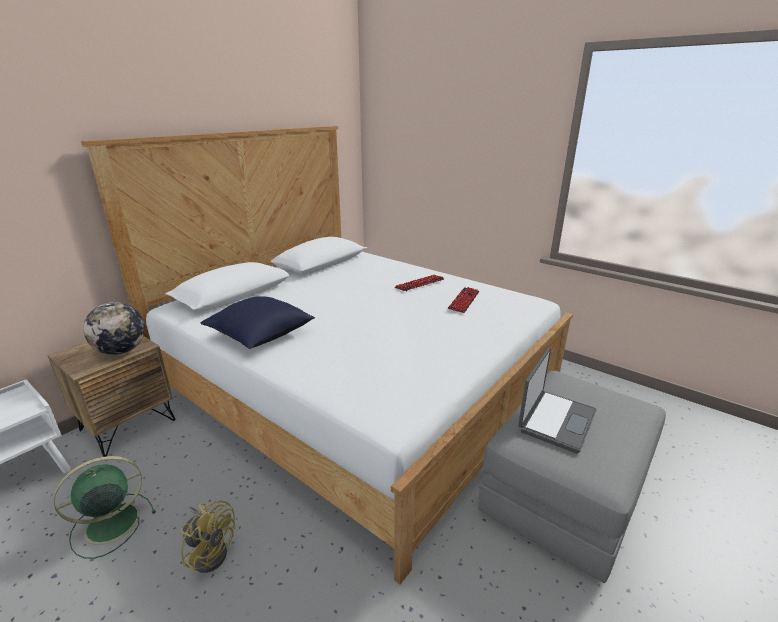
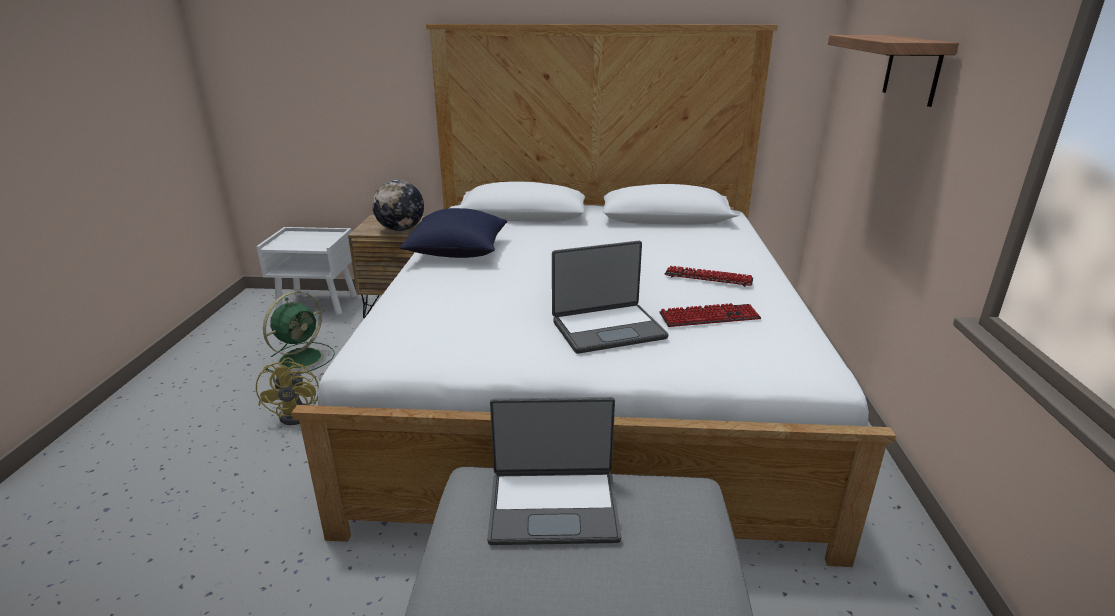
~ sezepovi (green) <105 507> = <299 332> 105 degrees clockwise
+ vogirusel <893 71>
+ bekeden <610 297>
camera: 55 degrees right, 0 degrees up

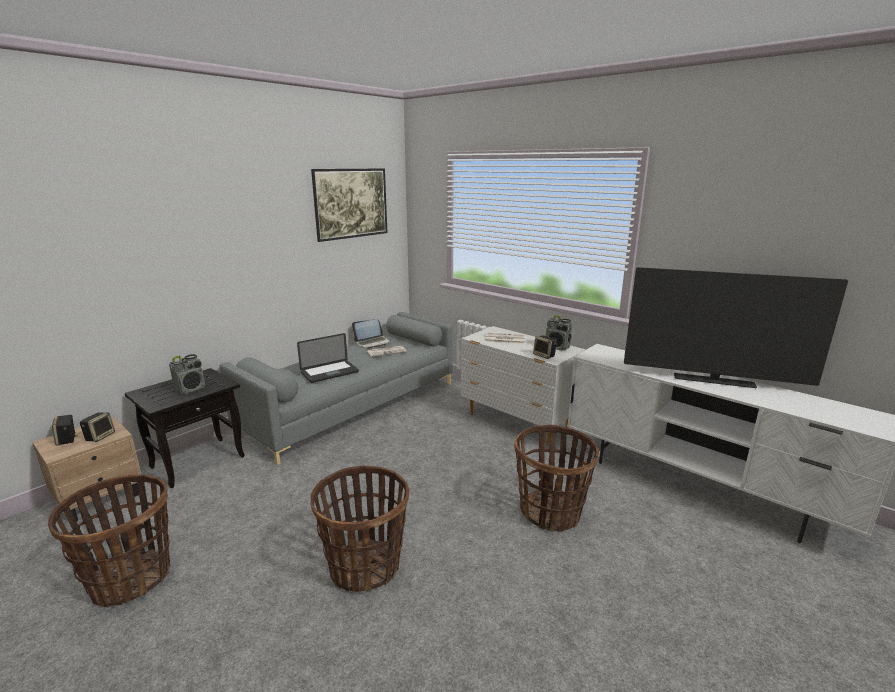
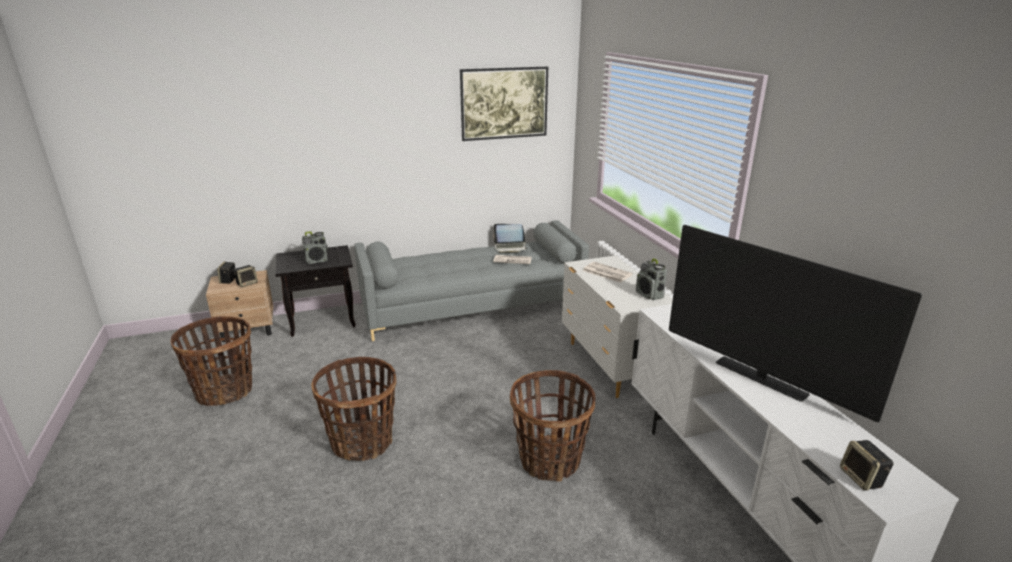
- bekeden <328 358>
~ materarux <545 347> to <866 465>
camera: 30 degrees right, 5 degrees up

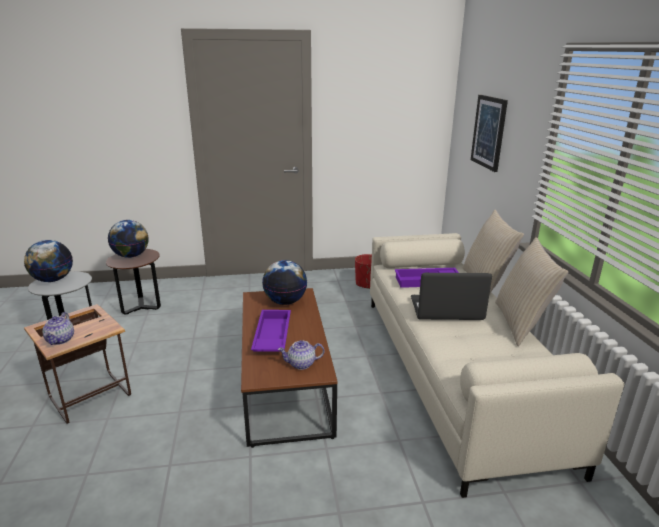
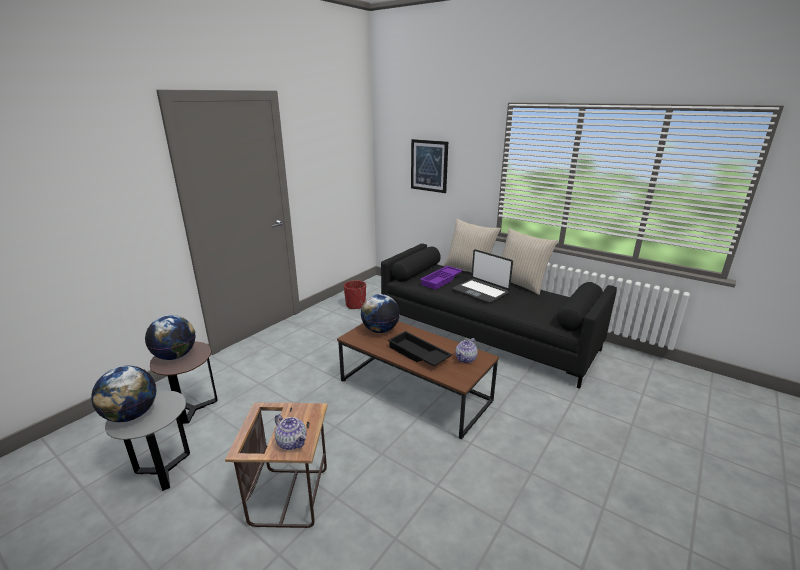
~ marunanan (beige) <497 365> to marunanan (black) <499 316>
~ bekeden <451 296> = <482 276> 90 degrees counterclockwise
~ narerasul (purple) <271 331> to narerasul (black) <420 348>
camera: 45 degrees left, 0 degrees up

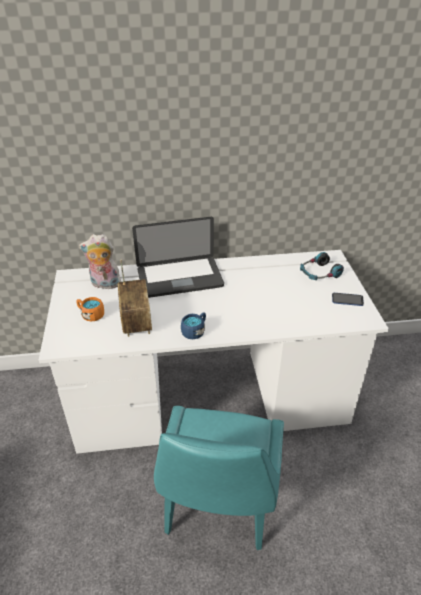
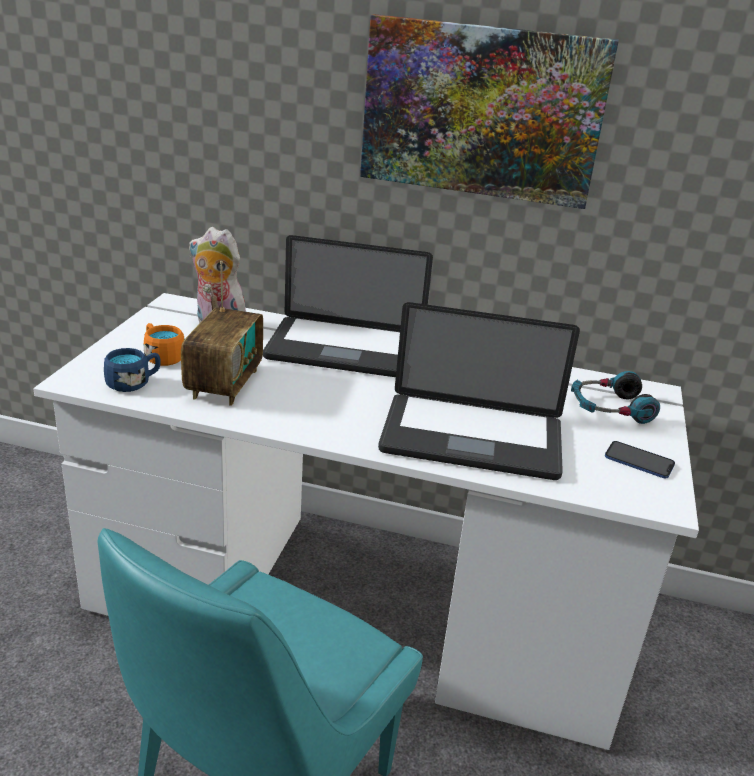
~ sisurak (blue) <193 325> to <132 370>
+ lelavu <489 111>
+ bekeden <479 391>
camera: 20 degrees right, 10 degrees down

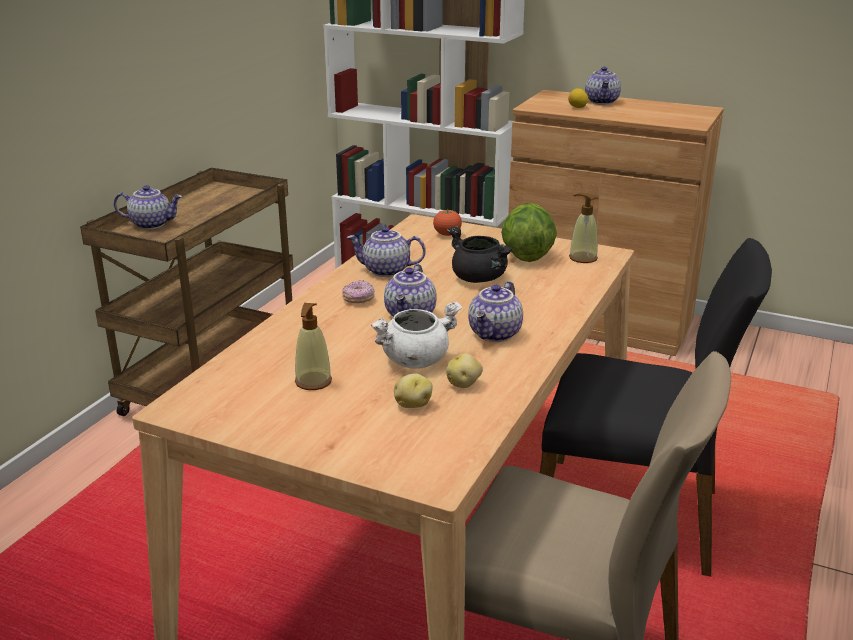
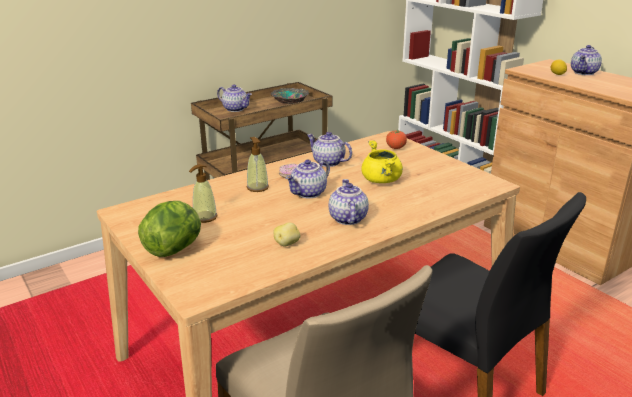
~ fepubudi <583 228> to <258 164>
~ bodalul <529 232> to <169 229>
~ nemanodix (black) <480 254> to nemanodix (yellow) <382 161>
~ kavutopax <495 311> = <349 202> 120 degrees clockwise
- nemanodix (white) <416 335>
- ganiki <413 391>
+ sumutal <289 96>
camera: 30 degrees right, 0 degrees up

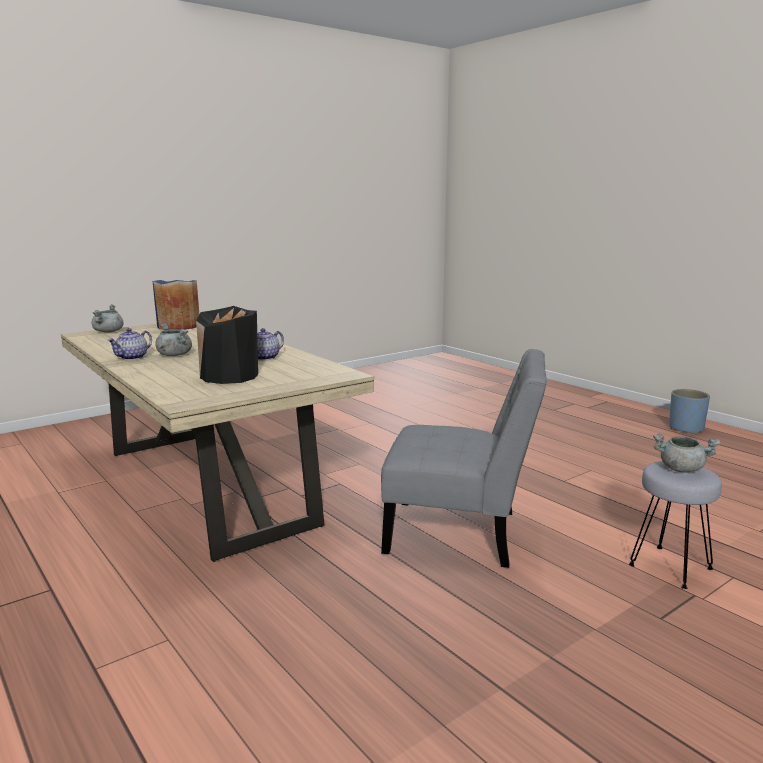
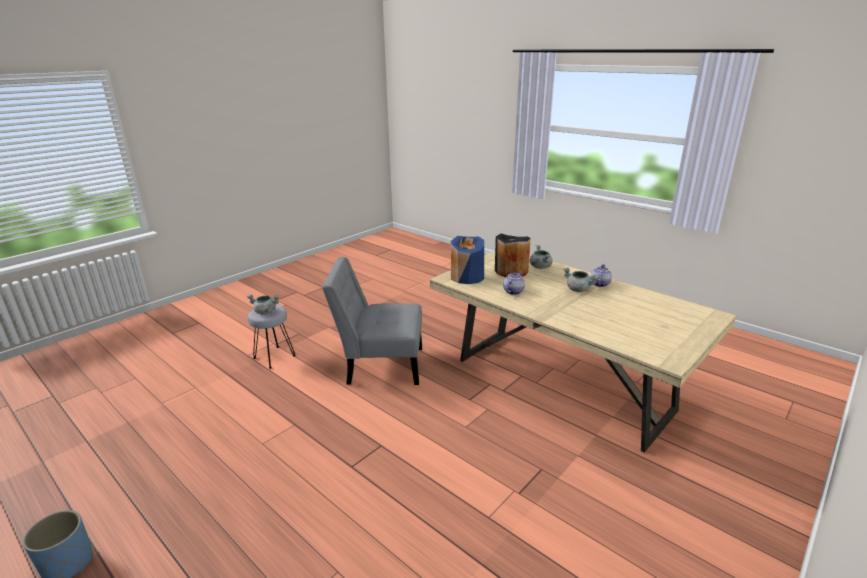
~ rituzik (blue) <175 305> to <467 260>
~ nemanodix (grey) <107 318> to <541 257>
camera: 170 degrees right, 10 degrees up

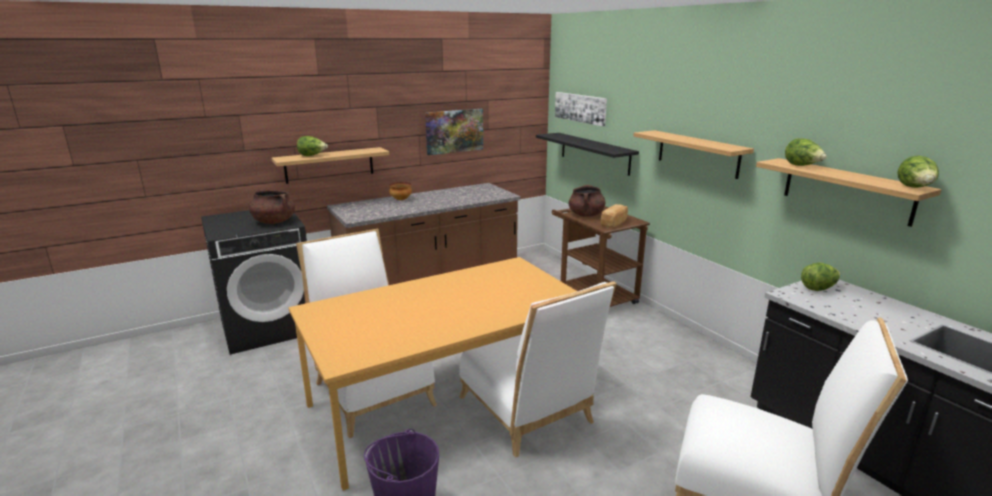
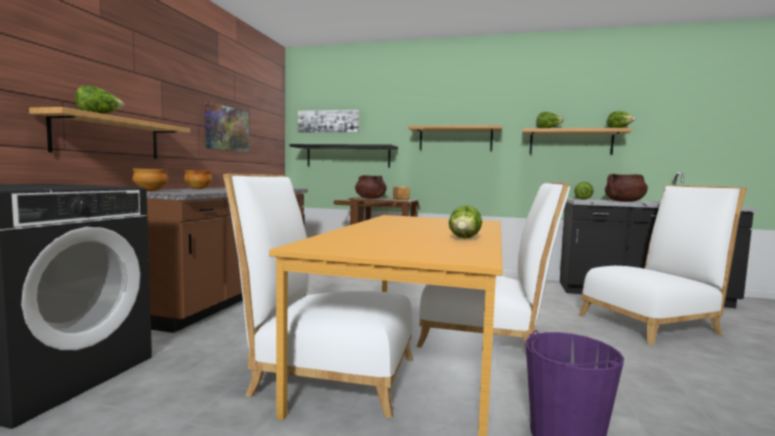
~ nemanodix (brown) <272 206> to <626 188>
+ sumutal <150 179>
+ bodalul <465 221>
camera: 45 degrees left, 15 degrees down

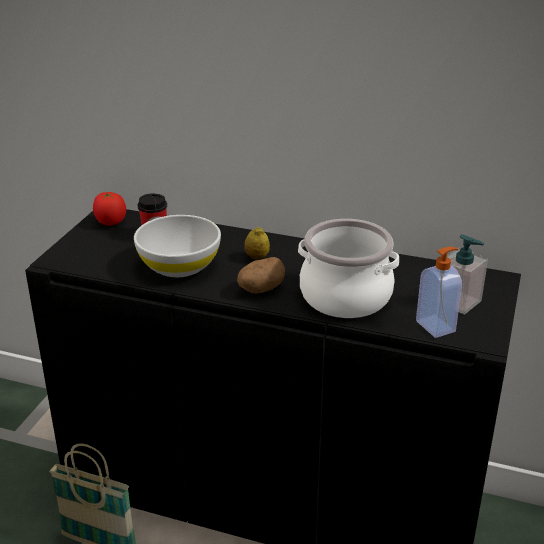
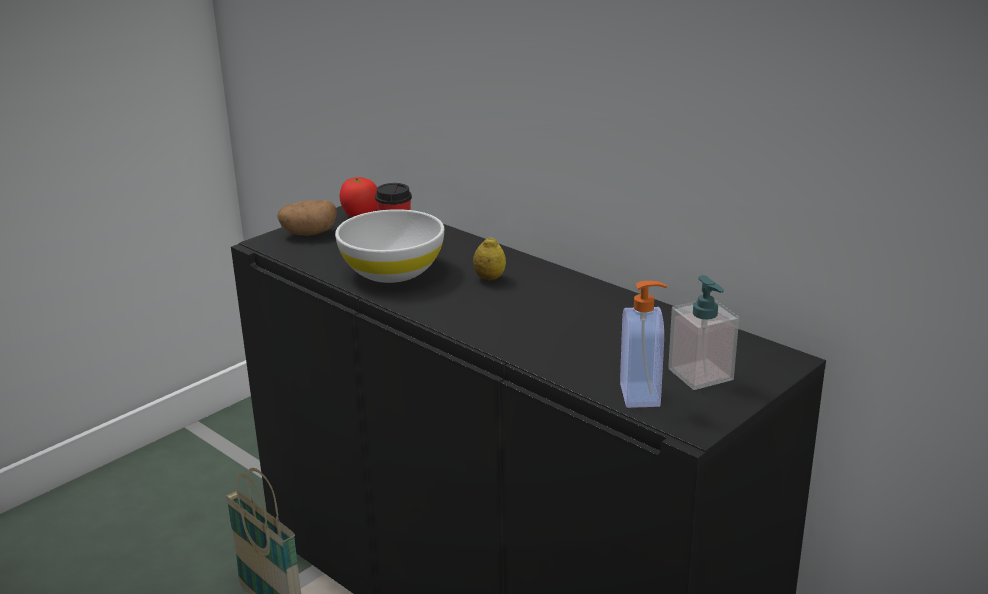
- nemanodix <348 268>
~ ganiki <261 275> to <307 218>
camera: 25 degrees right, 5 degrees down

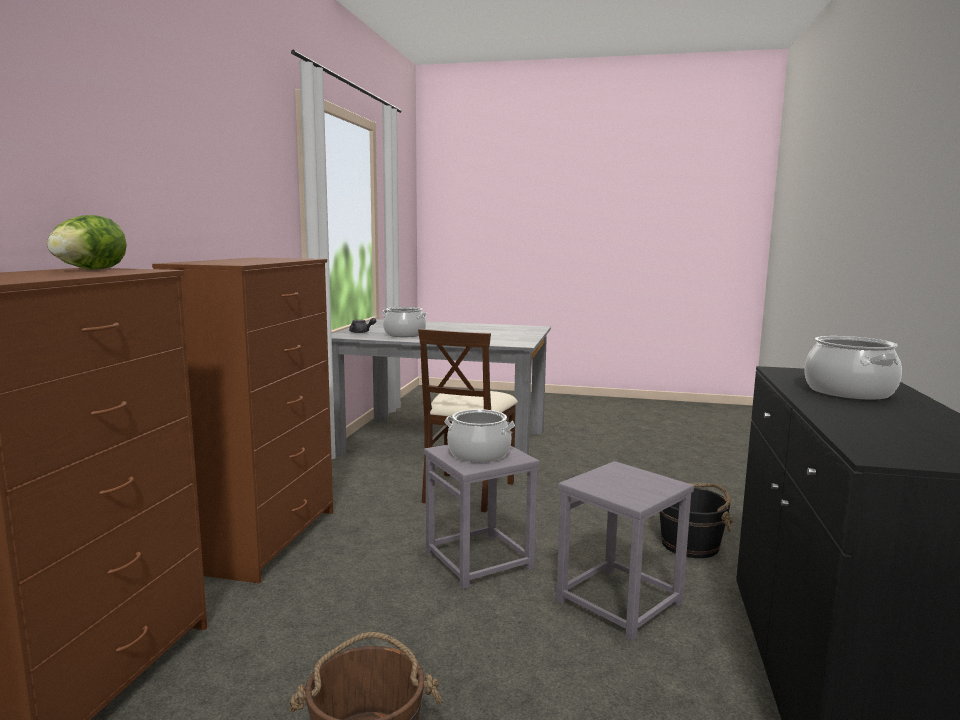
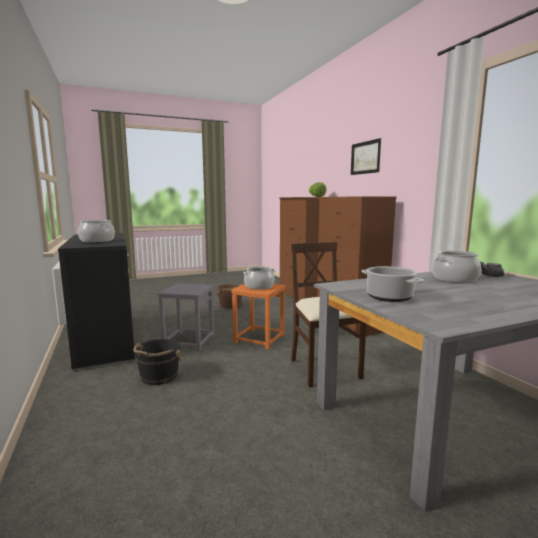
~ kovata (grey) <481 517> to kovata (orange) <258 317>
+ lelavu <366 156>
+ nemanodix <392 284>
camera: 145 degrees right, 0 degrees up

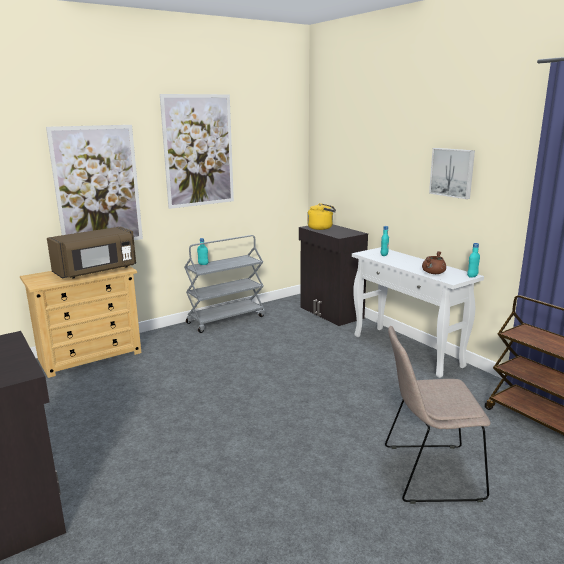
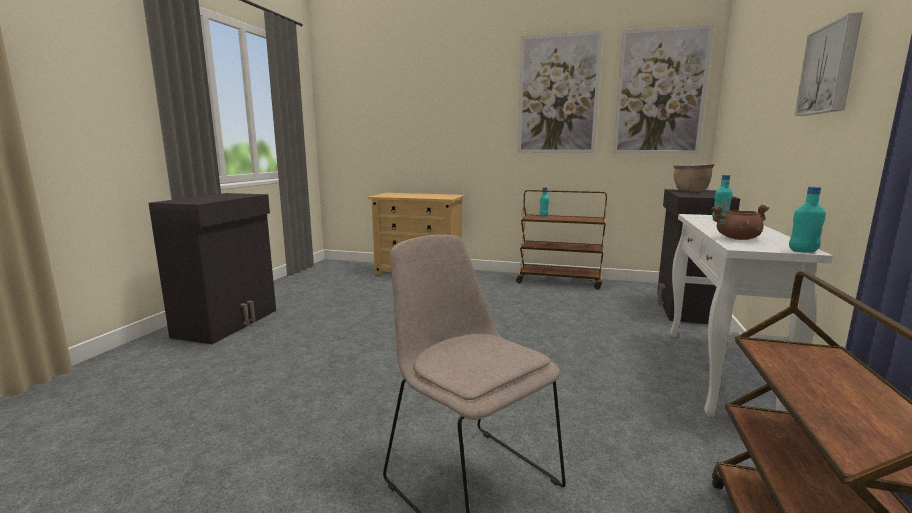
~ lelavu <94 182> to <663 89>
~ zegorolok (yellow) <321 216> to nemanodix (brown) <693 178>
- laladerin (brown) <91 252>
~ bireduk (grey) <224 284> to bireduk (brown) <561 239>
camera: 50 degrees right, 5 degrees down

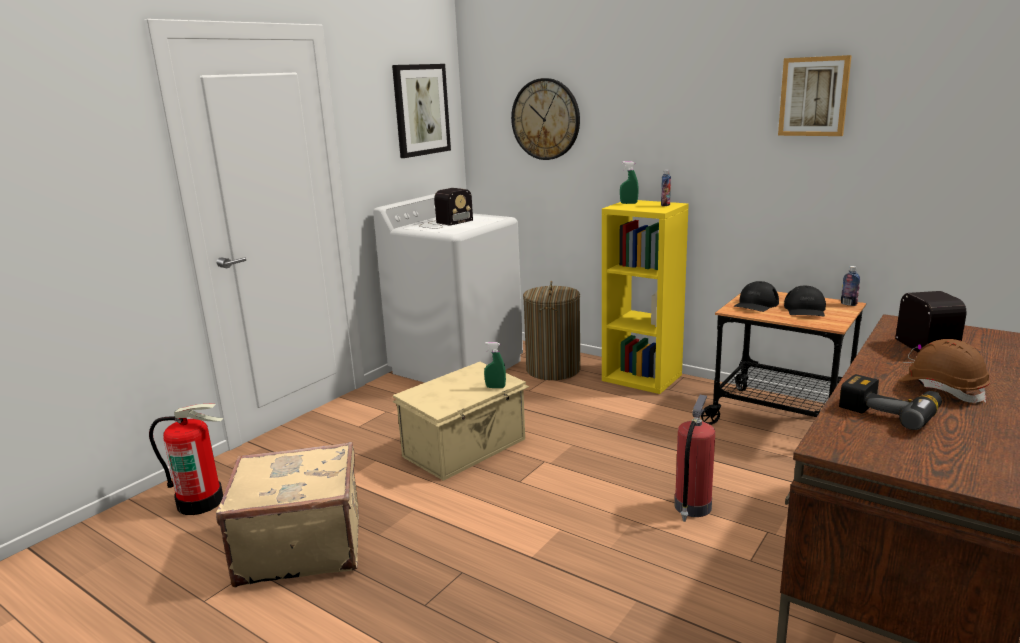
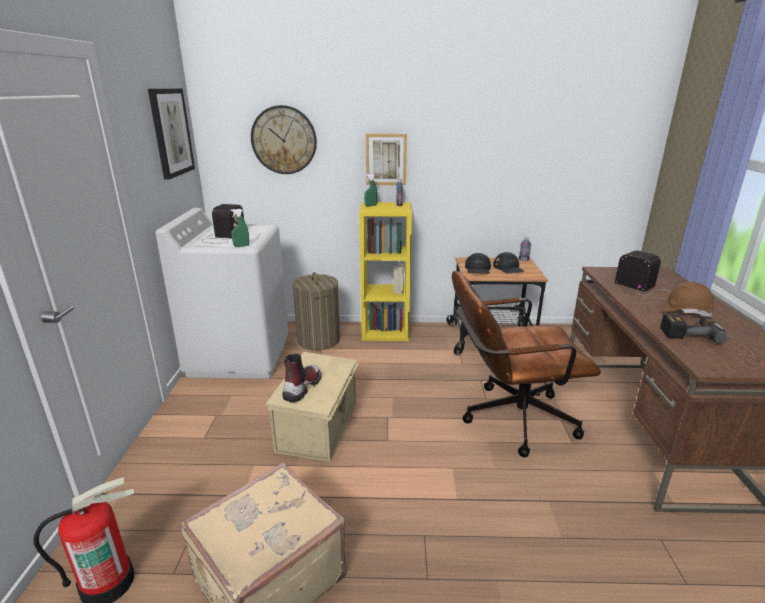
~ lelavu <815 95> to <386 159>
~ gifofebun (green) <495 365> to <239 228>
~ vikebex <695 458> to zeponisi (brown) <526 364>
+ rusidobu <301 378>
camera: 35 degrees left, 5 degrees up

